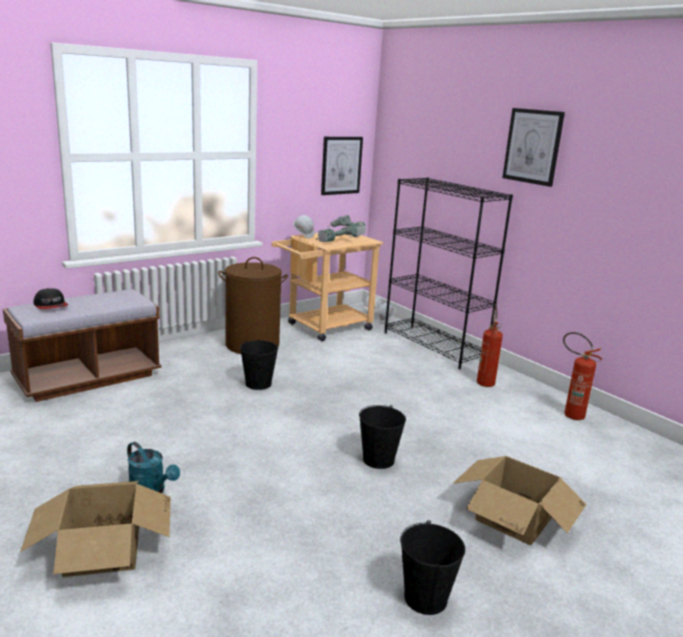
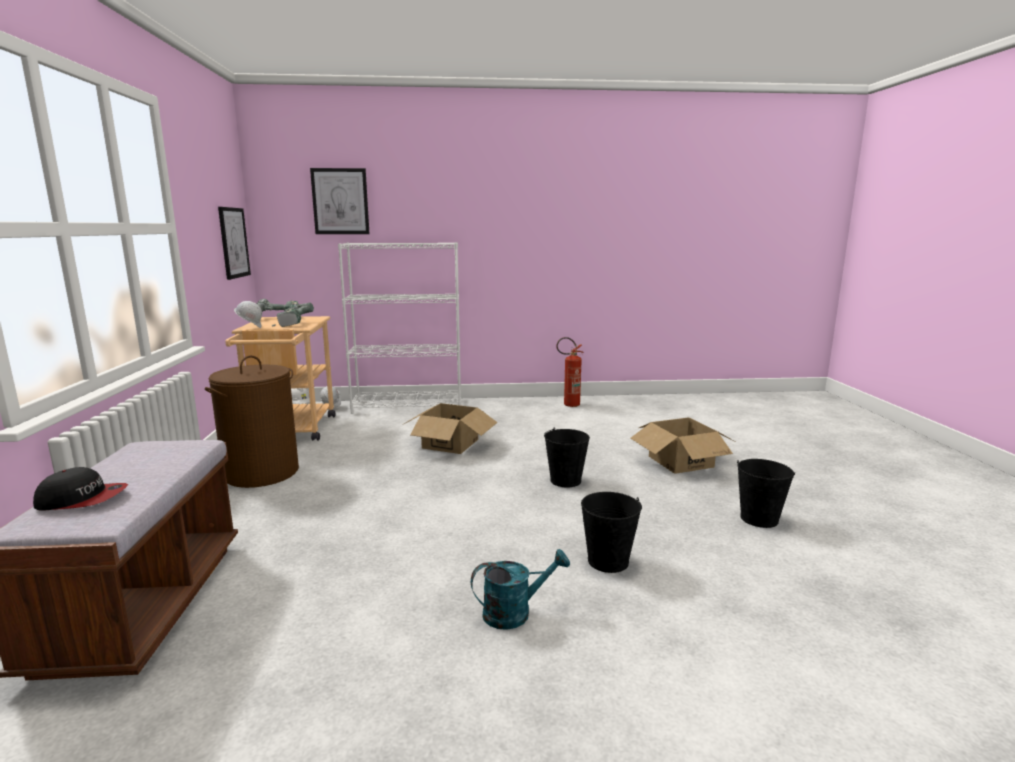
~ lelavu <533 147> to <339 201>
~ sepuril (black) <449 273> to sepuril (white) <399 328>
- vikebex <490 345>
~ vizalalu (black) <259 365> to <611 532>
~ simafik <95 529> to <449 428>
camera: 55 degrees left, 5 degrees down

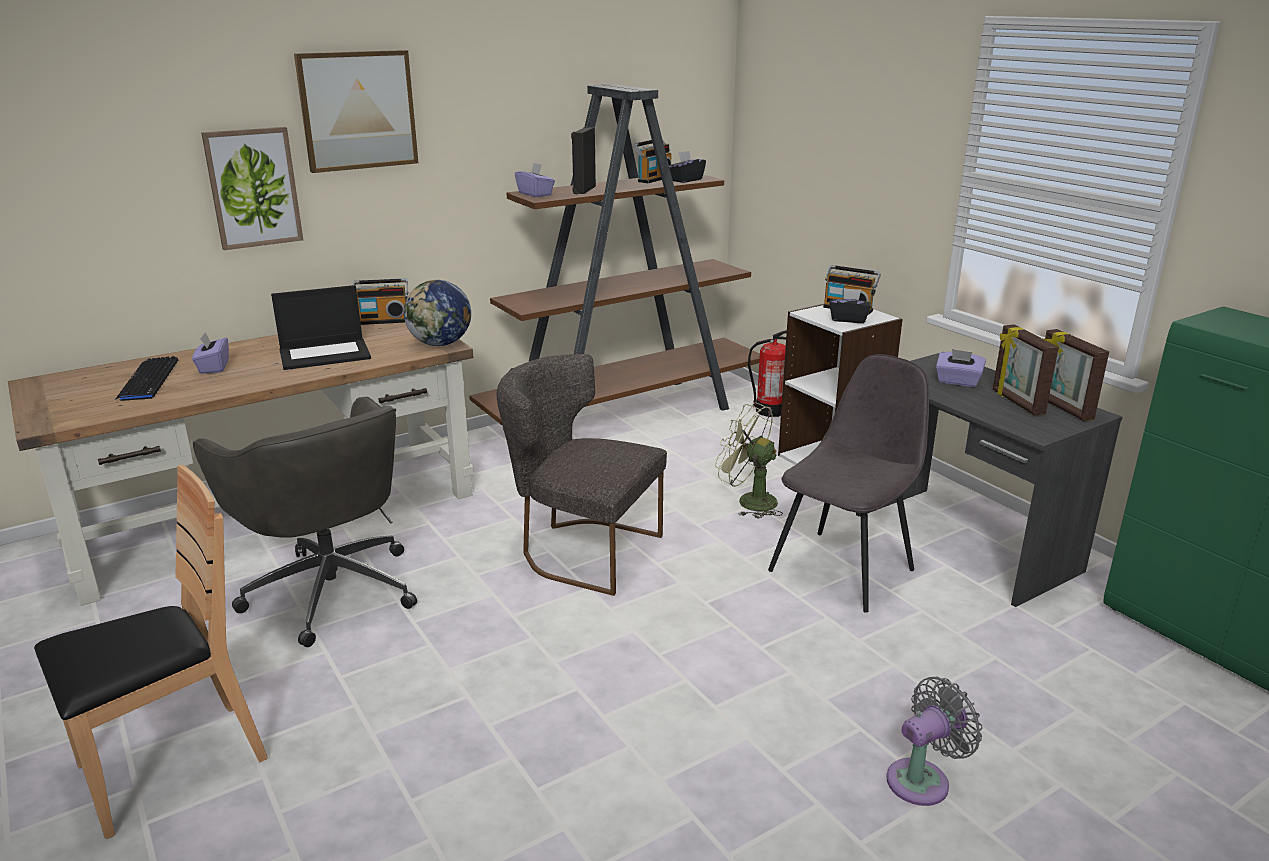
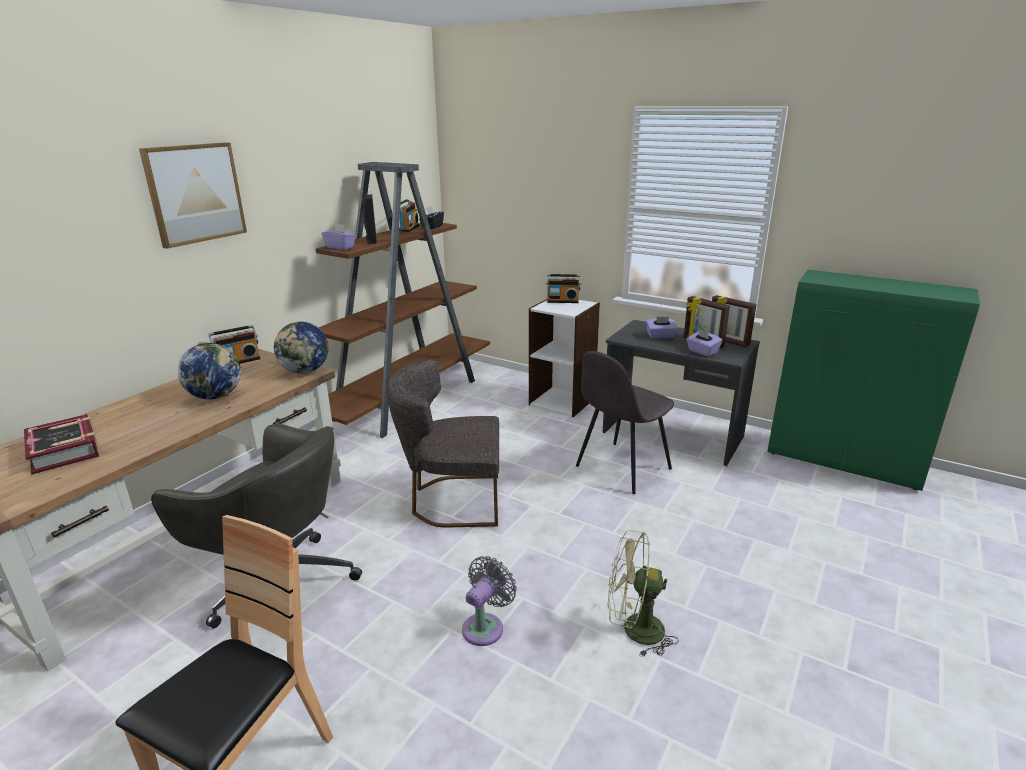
- lelavu <252 188>
~ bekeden <321 327> to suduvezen <209 371>
- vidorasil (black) <850 305>
- vikebex <767 373>
~ vidorasil (purple) <210 353> to <704 343>
~ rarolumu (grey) <848 483> = <625 422> 150 degrees counterclockwise
~ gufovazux <146 378> to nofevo <62 444>
~ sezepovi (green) <749 461> to <643 593>
~ sezepovi (grey) <935 741> to <489 601>
camera: 25 degrees left, 0 degrees up

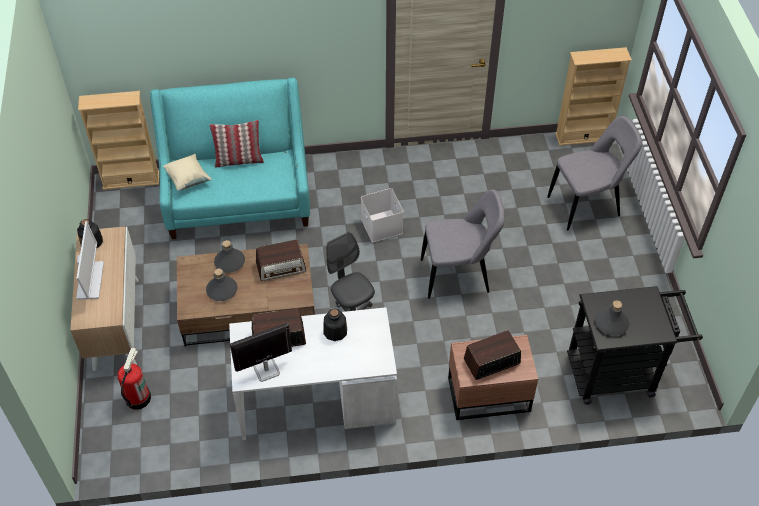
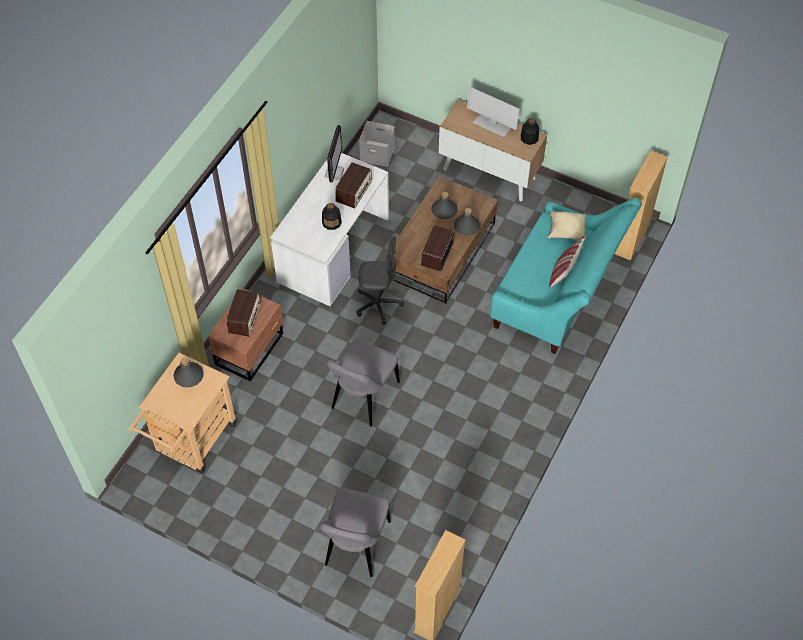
~ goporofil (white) <382 215> to <377 144>
~ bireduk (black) <635 345> to bireduk (beige) <182 413>
- vikebex <134 379>
camera: 125 degrees right, 5 degrees up

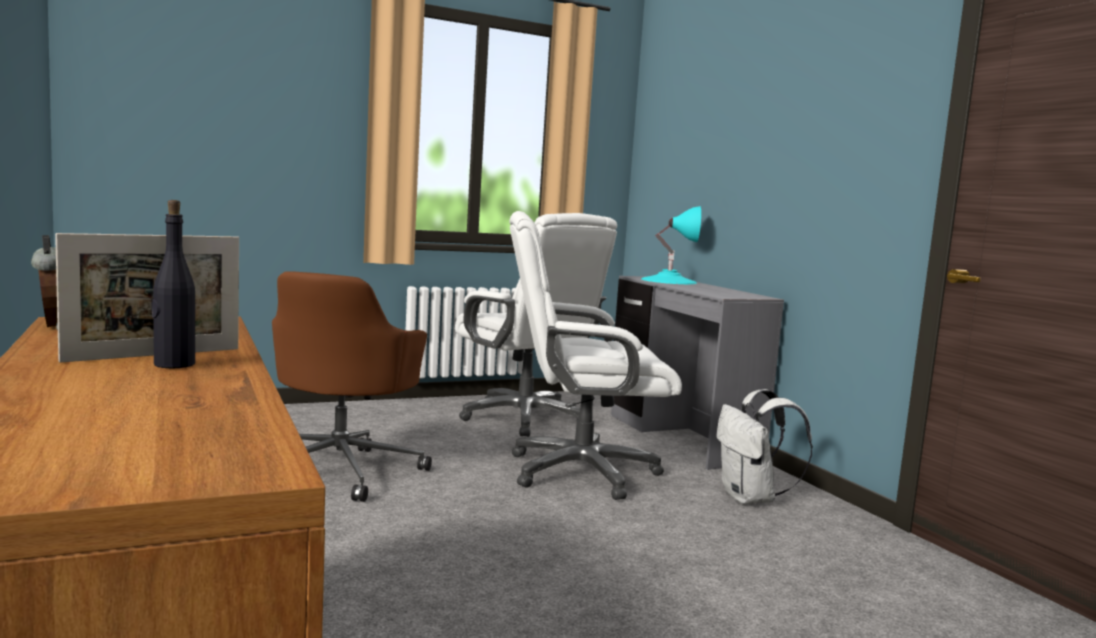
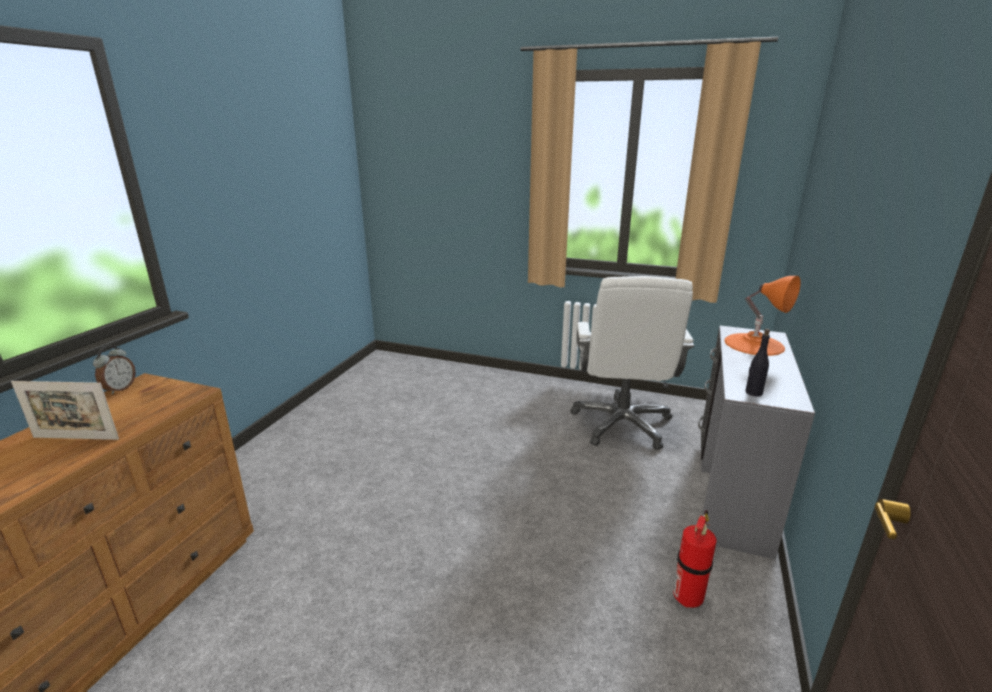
~ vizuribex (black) <173 284> to <757 362>
~ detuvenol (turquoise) <671 245> to detuvenol (orange) <762 316>
- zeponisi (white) <595 355>
- zeponisi (brown) <352 386>
~ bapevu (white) <765 446> to vikebex <695 559>
camera: 45 degrees right, 15 degrees up

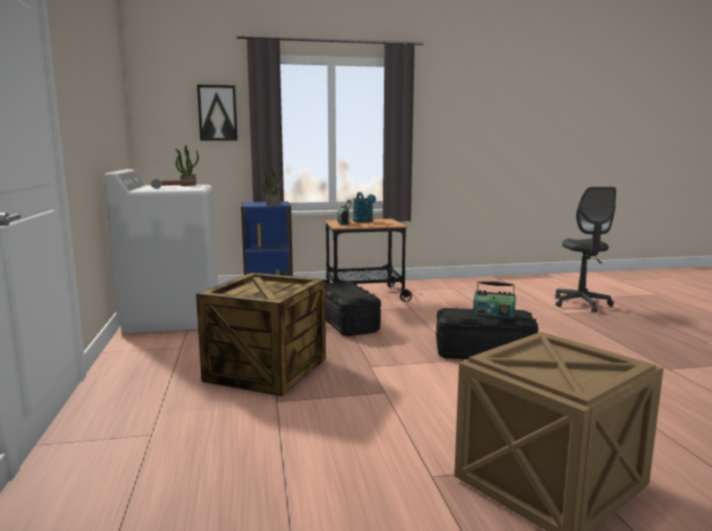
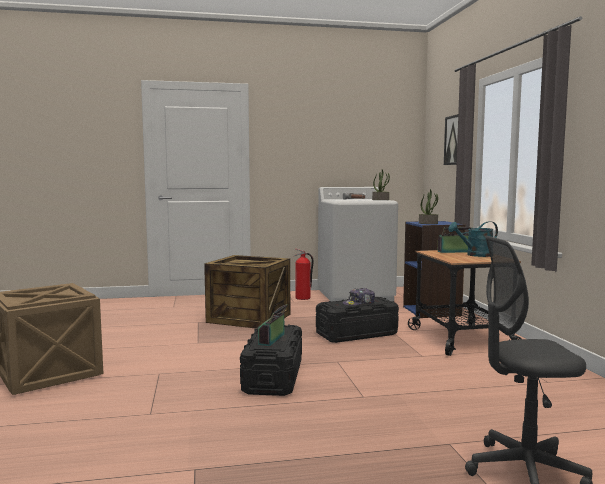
+ vikebex <303 274>
+ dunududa <358 297>
camera: 90 degrees right, 5 degrees down

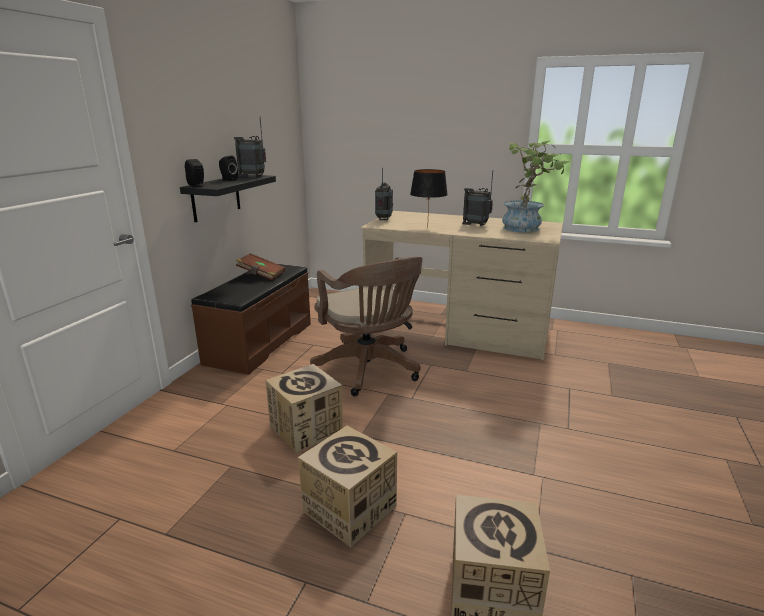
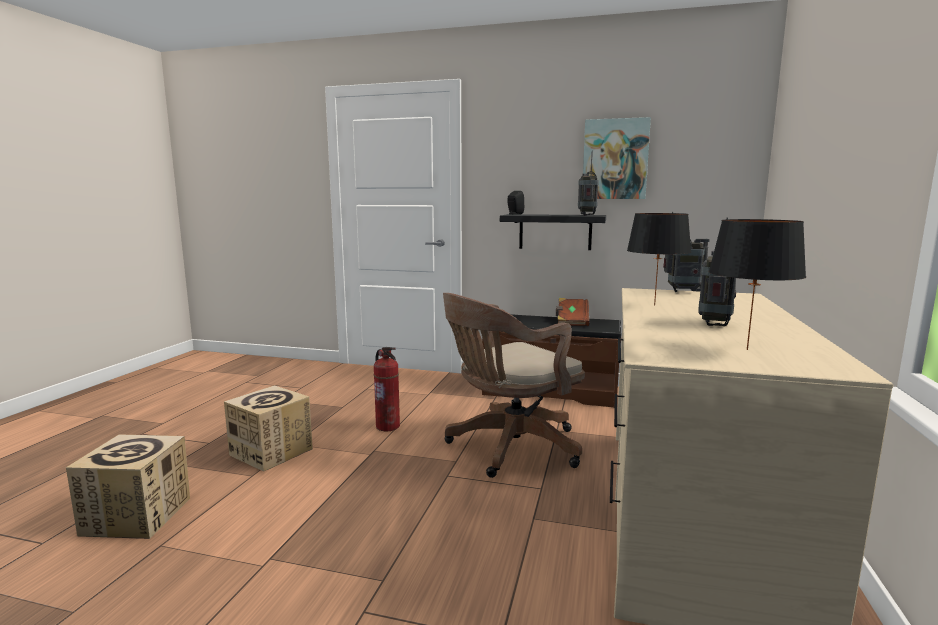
~ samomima <537 187> to detuvenol (black) <757 284>
- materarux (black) <228 168>
~ simafik <304 408> to vikebex <387 389>
+ lelavu <617 158>
camera: 85 degrees right, 10 degrees down

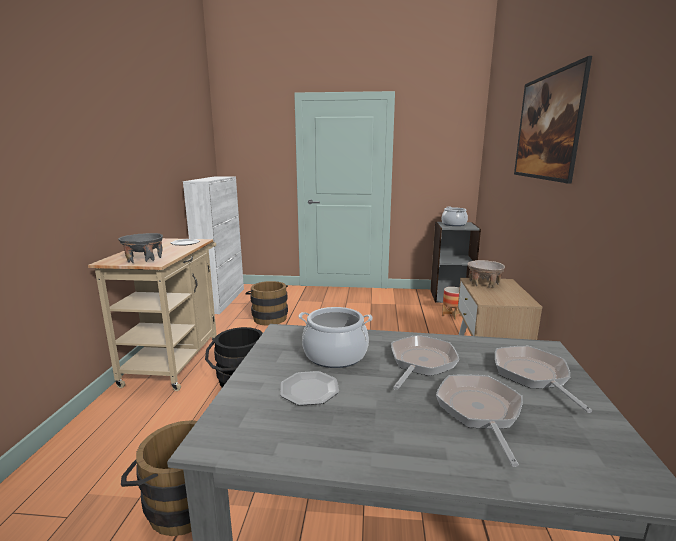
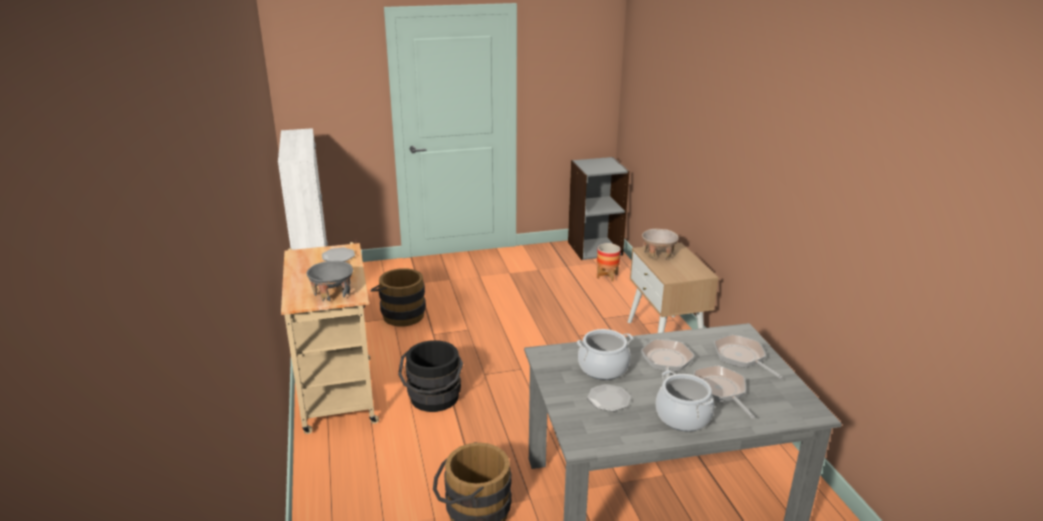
- lelavu <553 120>
~ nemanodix <455 216> to <685 400>
camera: 20 degrees left, 10 degrees up

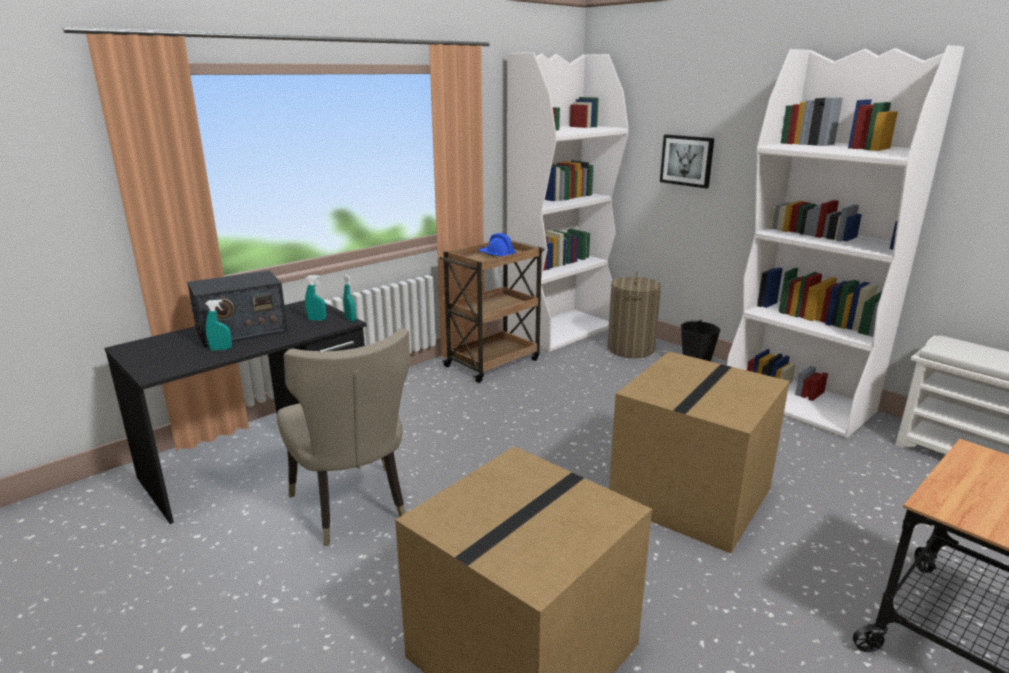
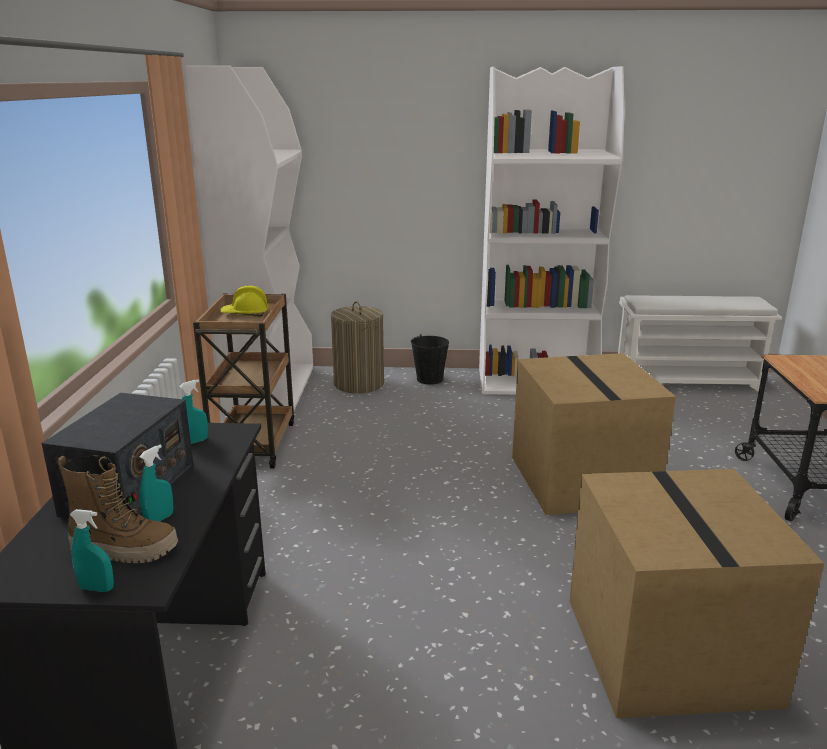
- lelavu <687 161>
~ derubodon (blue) <497 245> to derubodon (yellow) <244 301>
~ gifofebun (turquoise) <349 298> to <91 550>
- rarolumu (beige) <343 437>
+ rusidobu <118 509>
camera: 45 degrees left, 0 degrees up

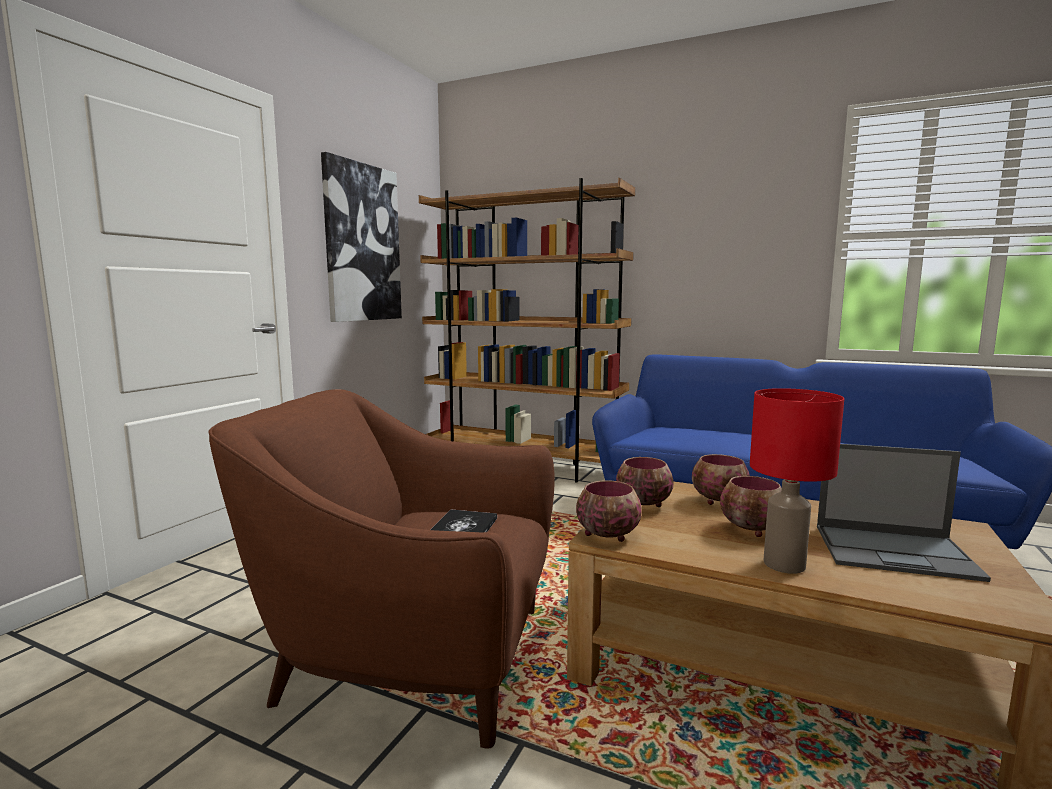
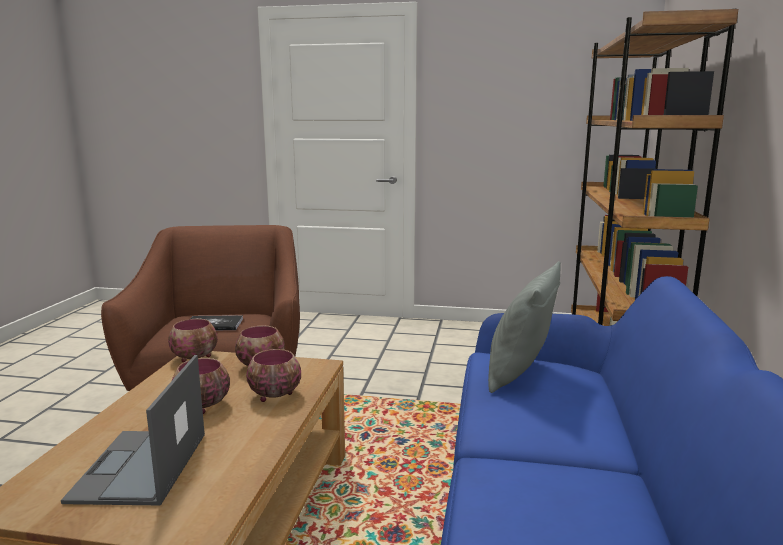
- lelavu <361 237>
- detuvenol (red) <797 481>
+ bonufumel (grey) <524 327>
camera: 75 degrees right, 5 degrees up

